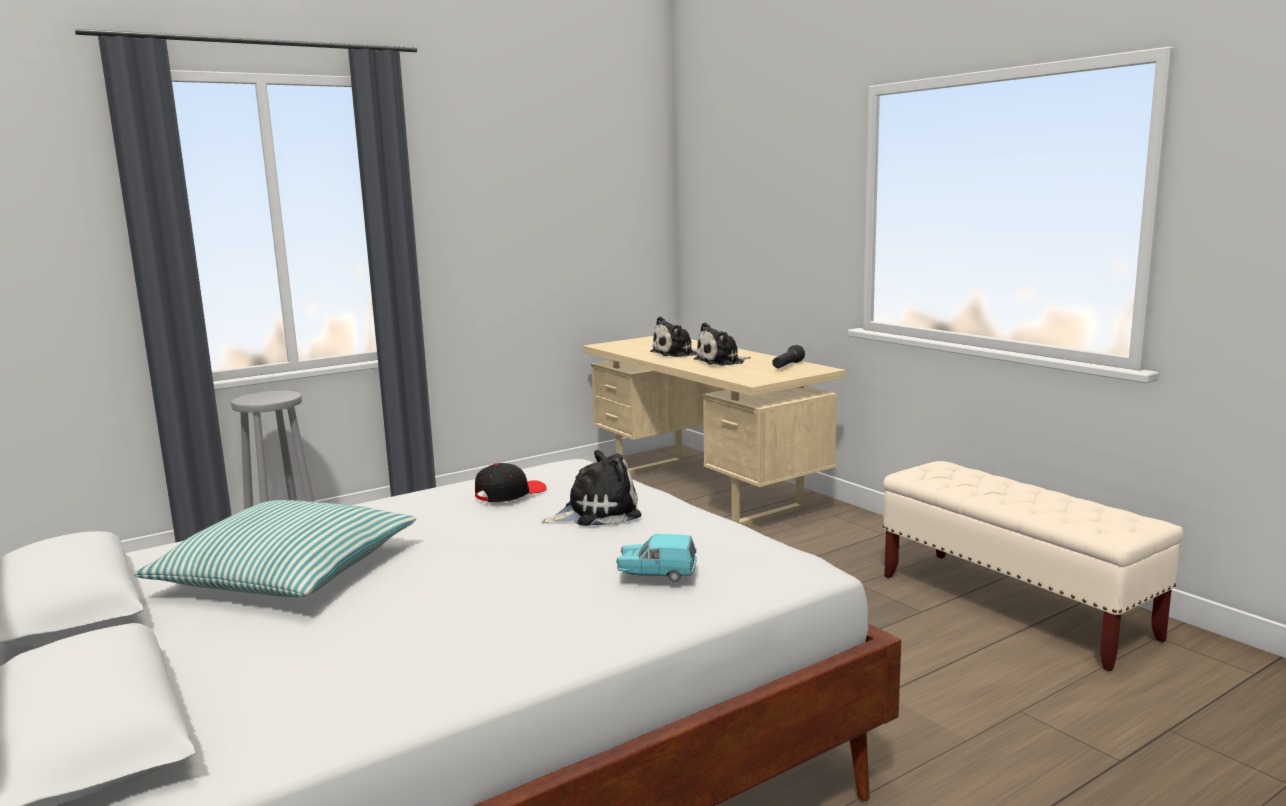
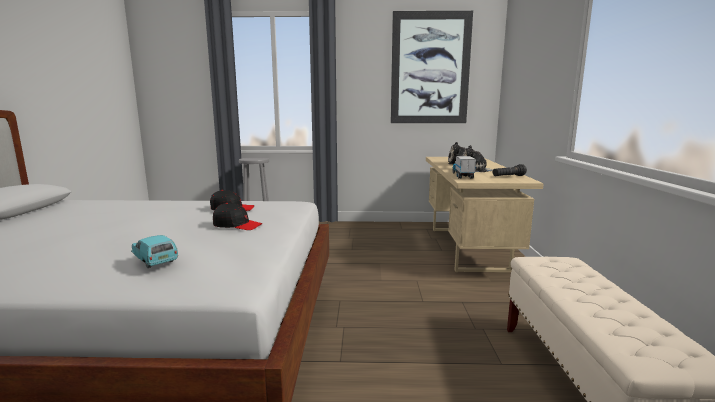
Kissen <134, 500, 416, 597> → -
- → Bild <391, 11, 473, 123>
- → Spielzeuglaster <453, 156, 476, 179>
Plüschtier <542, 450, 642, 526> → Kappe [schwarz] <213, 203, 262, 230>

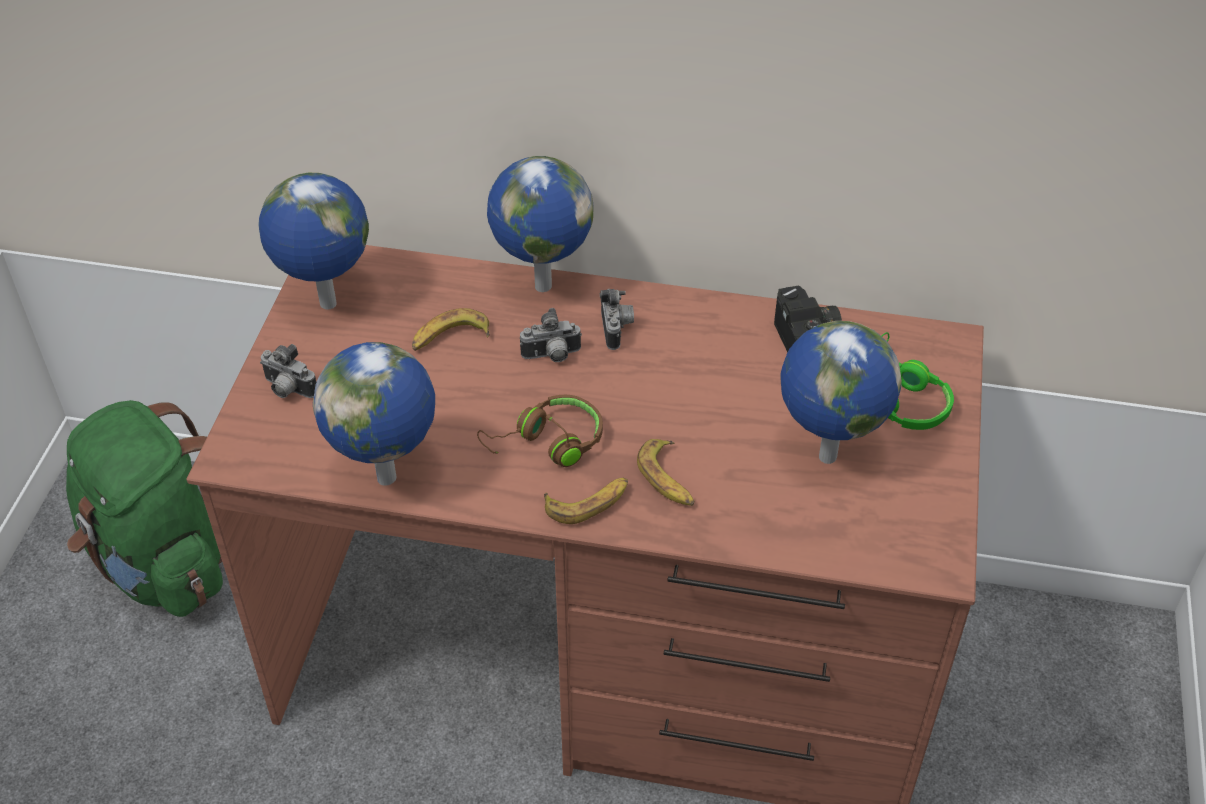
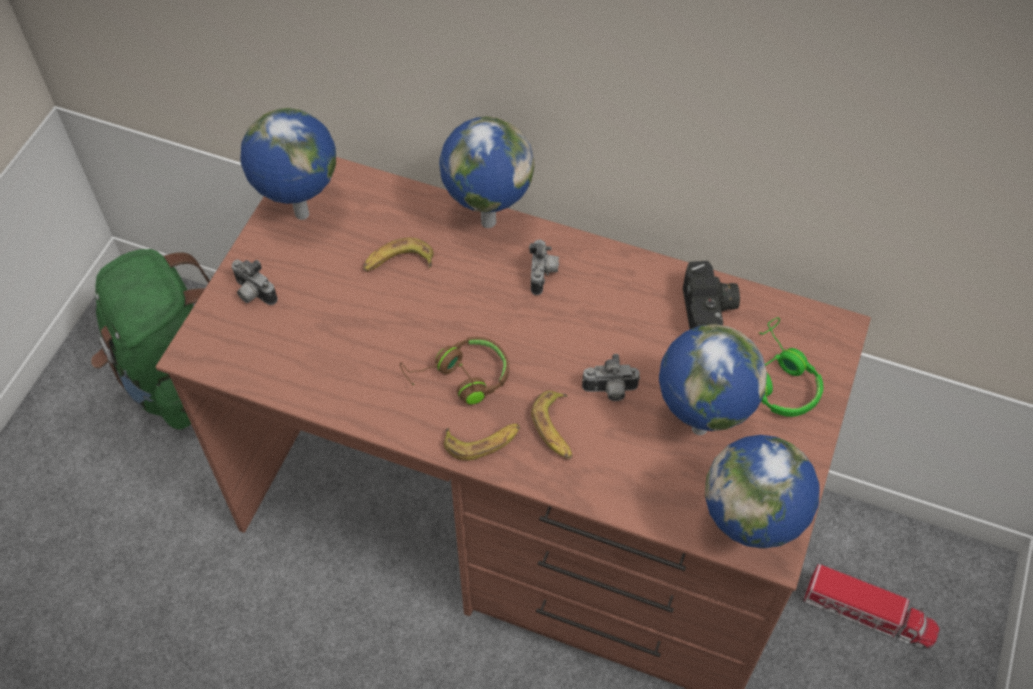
- → Spielzeuglaster <800, 564, 940, 649>
Globus <313, 342, 435, 486> → Globus <705, 435, 820, 549>, move
Kamera <520, 308, 582, 362> → Kamera <582, 354, 640, 401>, move

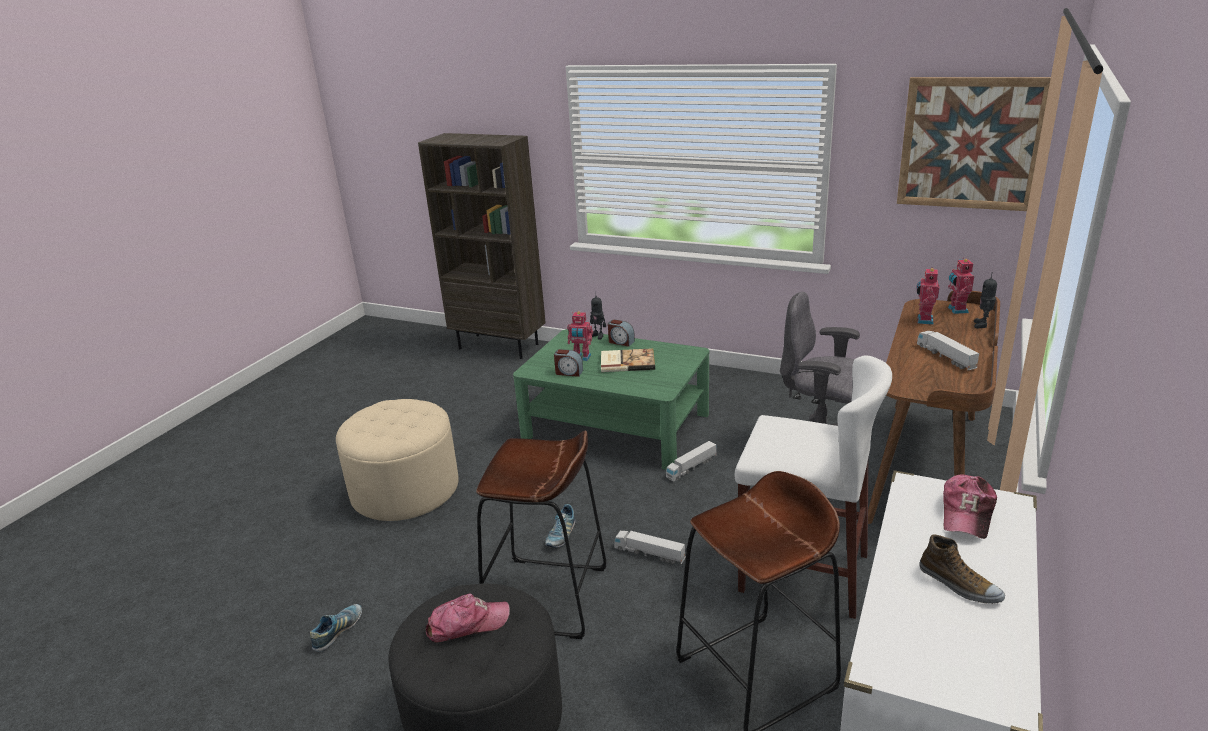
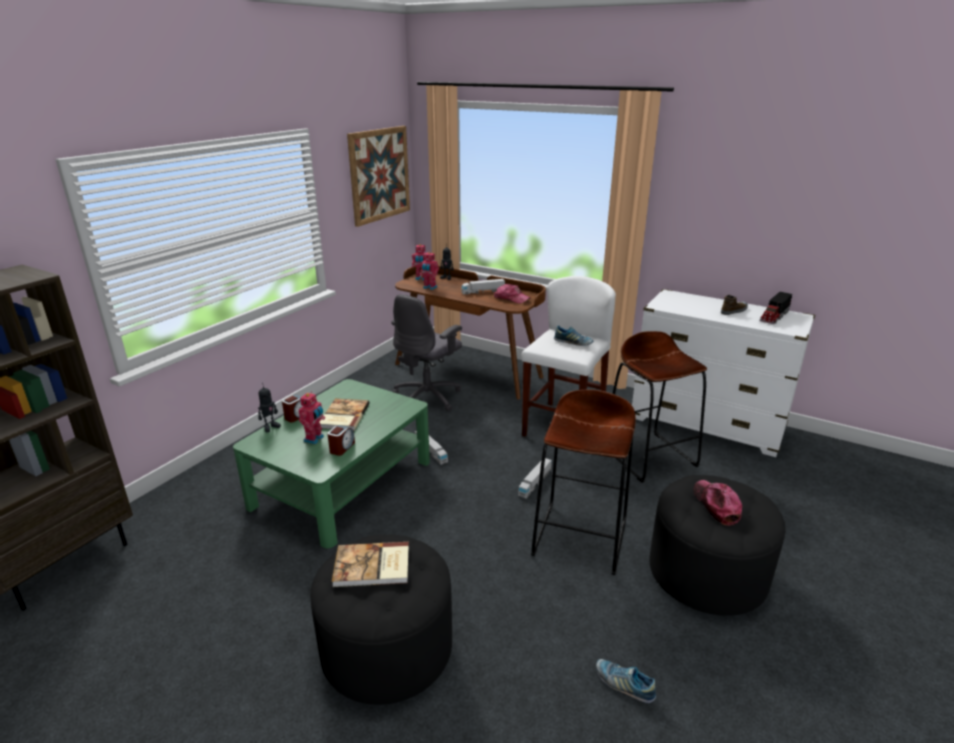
- → Buch <332, 542, 409, 587>
- → Spielzeuglaster <759, 292, 792, 324>
Schuh <545, 504, 576, 548> → Schuh <554, 325, 593, 346>, move
Kappe <943, 475, 997, 539> → Kappe <494, 284, 531, 304>, move
Polsterhocker [beige] <336, 399, 459, 521> → Polsterhocker [schwarz] <310, 534, 452, 705>

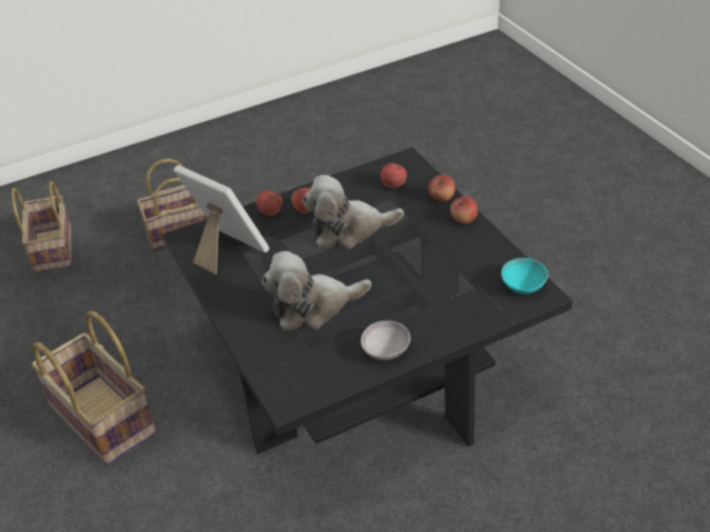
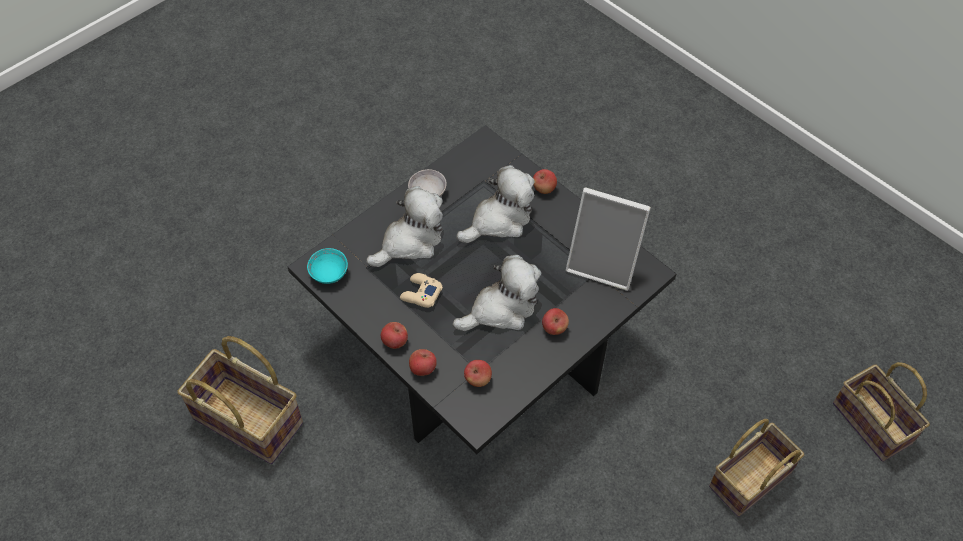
- → Plüschtier <366, 186, 443, 267>
- → Gamepad [beige] <400, 273, 443, 308>
Korb <32, 311, 156, 465> → Korb <177, 336, 303, 464>, move
Apfel <256, 190, 282, 216> → Apfel <533, 169, 557, 194>, move

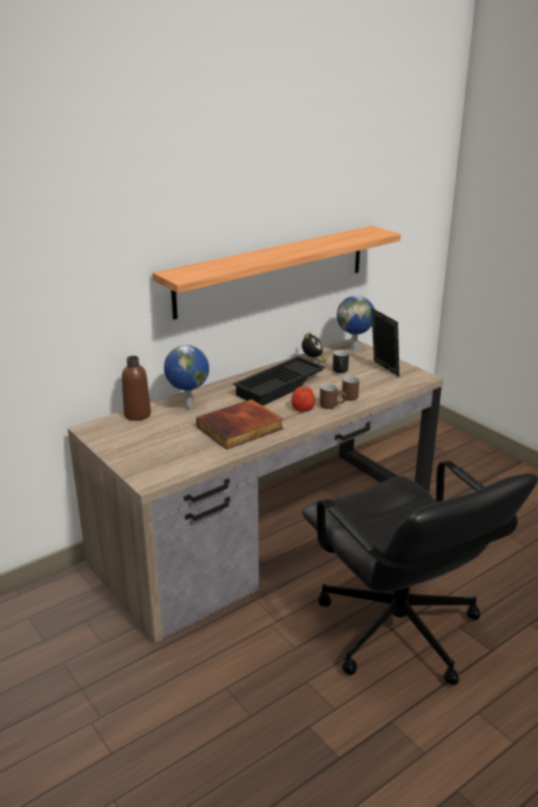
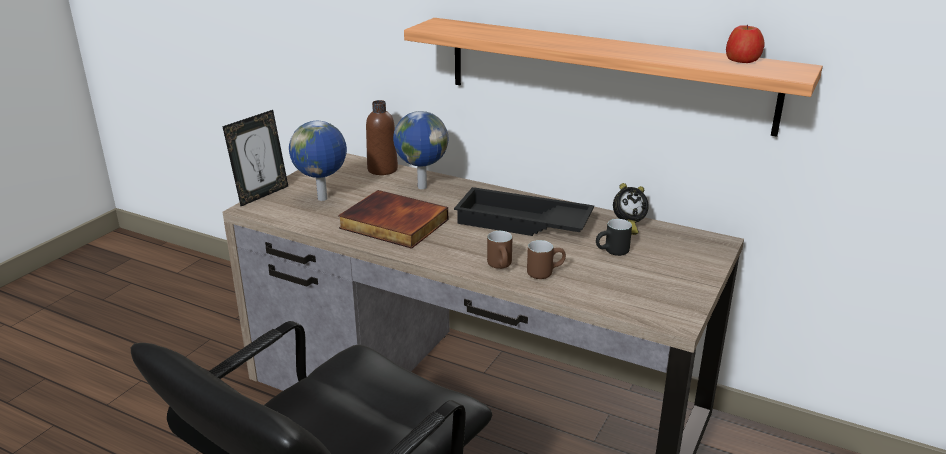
Apfel <291, 387, 315, 412> → Apfel <726, 25, 765, 63>, move
Globus <337, 296, 374, 351> → Globus <289, 121, 347, 201>, move
Bilderrahmen <372, 308, 399, 377> → Bilderrahmen <222, 110, 288, 206>, move

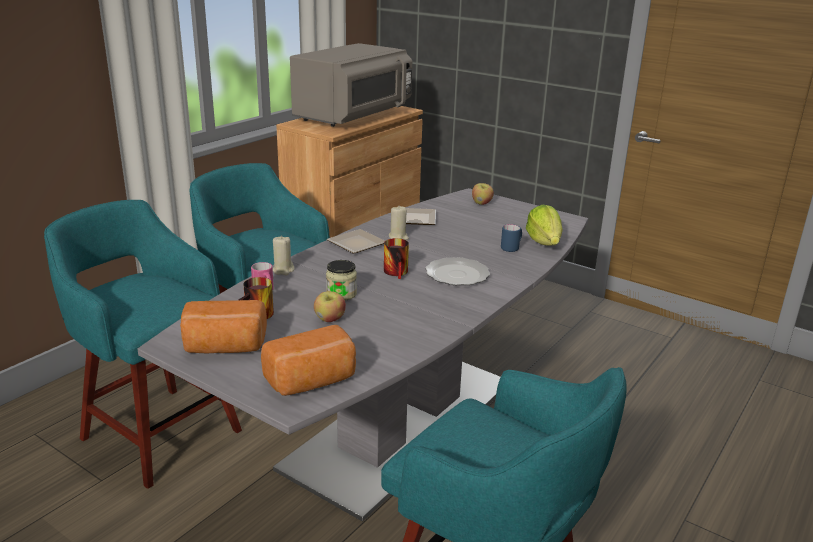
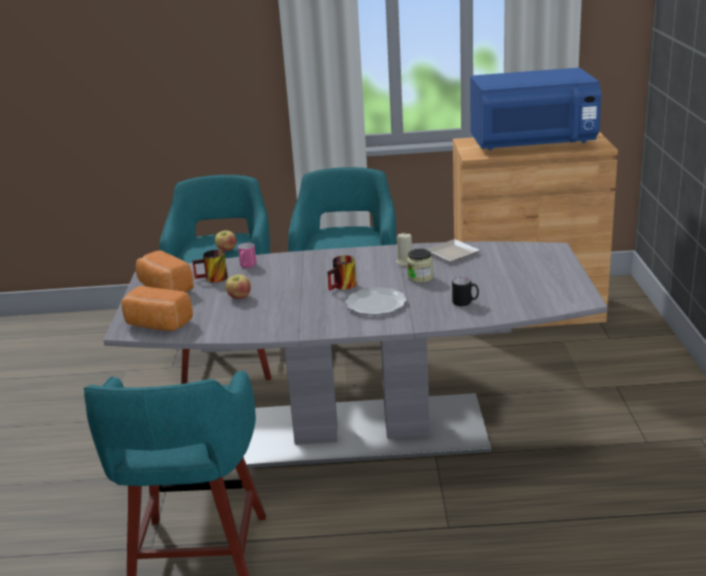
Kerze [beige] <273, 235, 295, 275> → -
Teller <327, 229, 385, 254> → -
Salatkopf <526, 205, 563, 245> → -
Vorratsglas <326, 260, 357, 300> → Vorratsglas <407, 249, 433, 283>, move
Apfel <472, 183, 494, 205> → Apfel <215, 230, 237, 251>, move
Mikrowelle [grau] <290, 43, 412, 127> → Mikrowelle [blau] <470, 68, 601, 150>
Henkelbecher [blau] <501, 224, 522, 252> → Henkelbecher [schwarz] <452, 277, 479, 306>

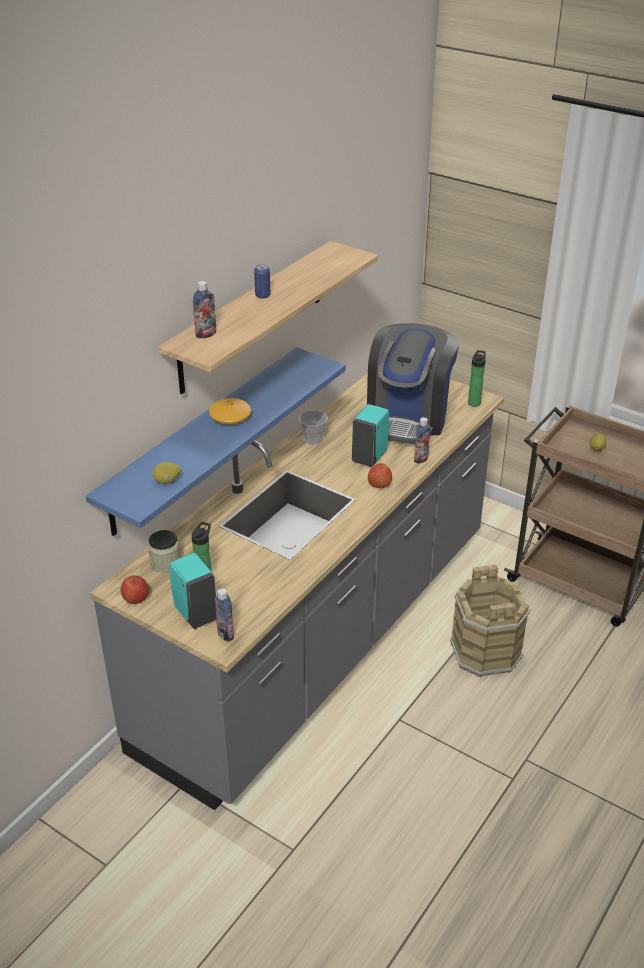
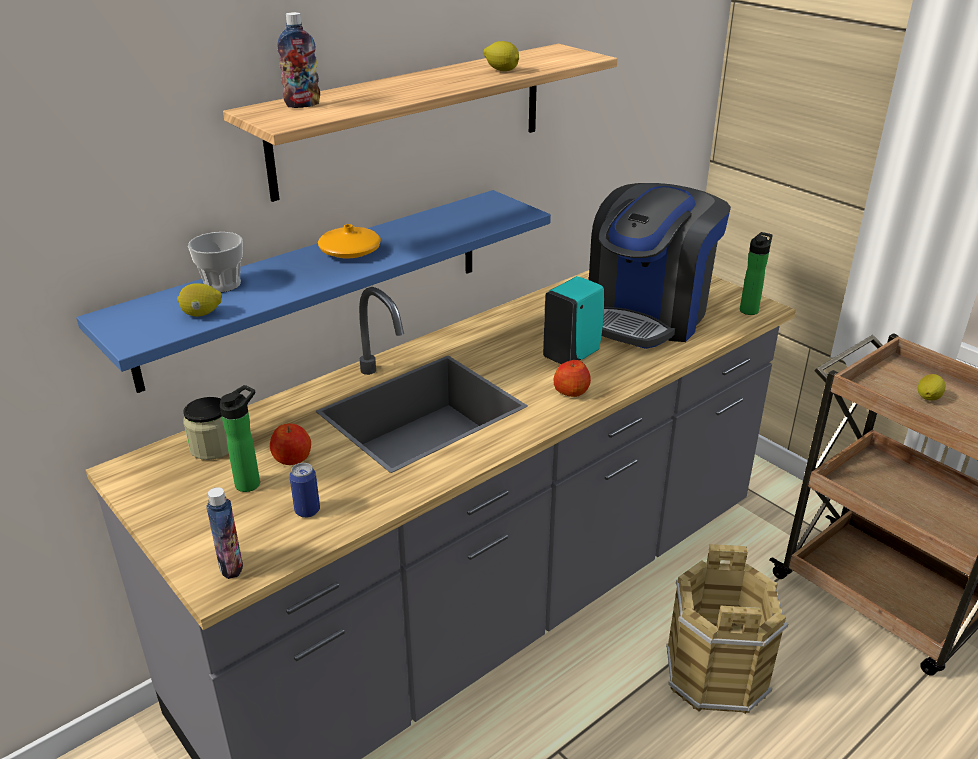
Seifenspender [türkis] <170, 553, 216, 629> → -
Flasche <414, 417, 430, 464> → -
- → Zitrone <484, 41, 519, 71>
Apfel <121, 575, 149, 604> → Apfel <270, 423, 311, 465>, move
Dose <254, 264, 270, 299> → Dose <289, 463, 320, 518>, move
Tasse <299, 410, 328, 445> → Tasse <188, 232, 243, 292>, move

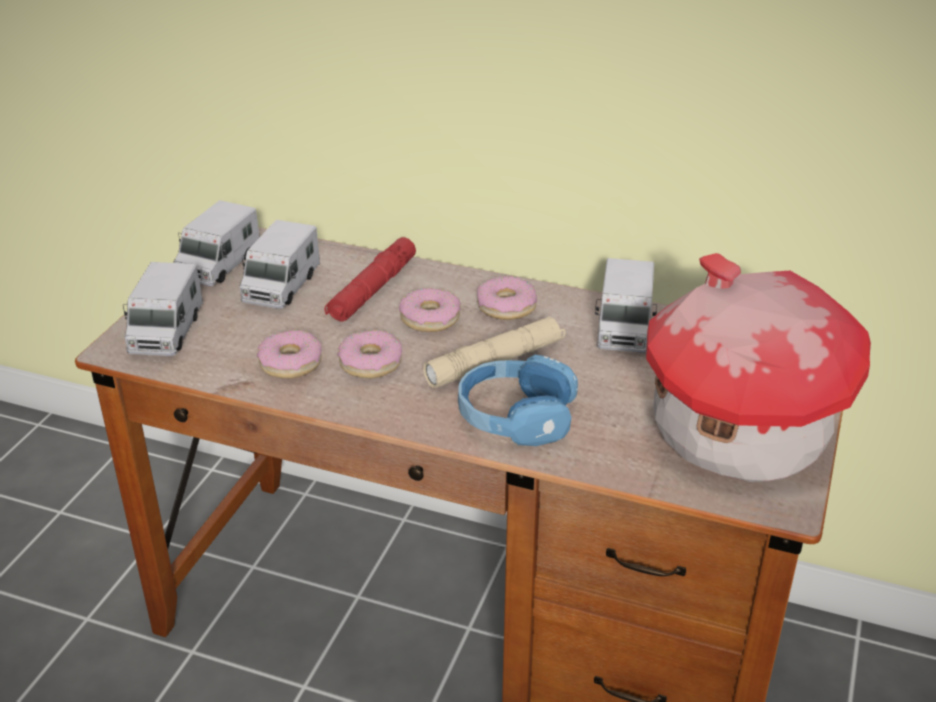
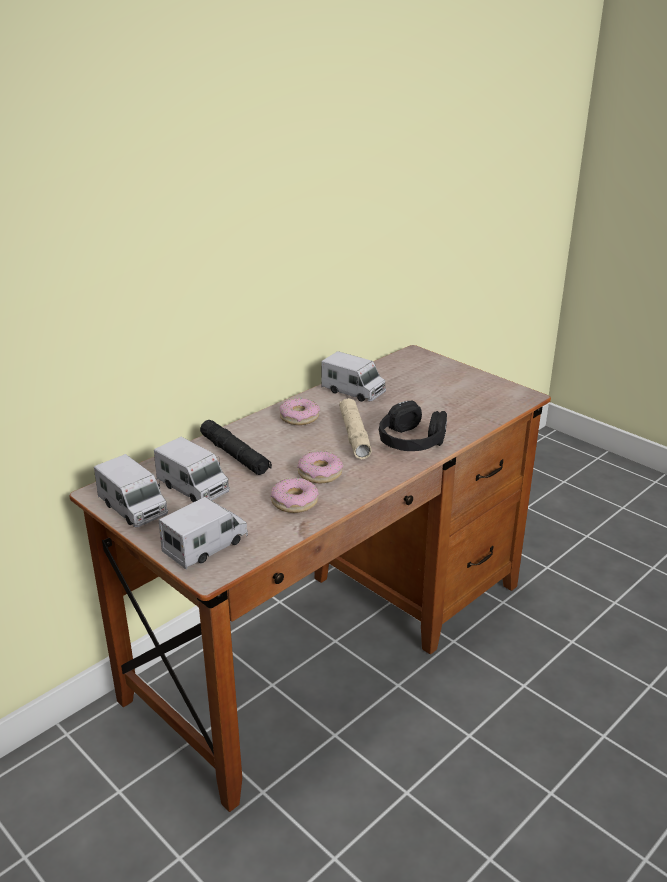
Donut <399, 288, 461, 332> → -
Spielzeughaus <646, 253, 871, 482> → -
Taschenlampe [rot] <324, 237, 416, 322> → Taschenlampe [schwarz] <200, 420, 272, 475>
Kopfhörer [blau] <458, 355, 578, 446> → Kopfhörer [schwarz] <379, 401, 447, 451>
Spielzeuglaster <123, 262, 203, 356> → Spielzeuglaster <158, 497, 248, 569>, 75 degrees counterclockwise

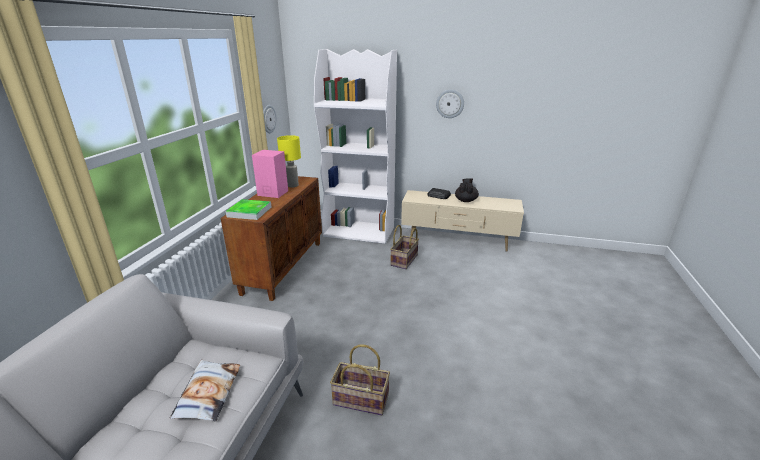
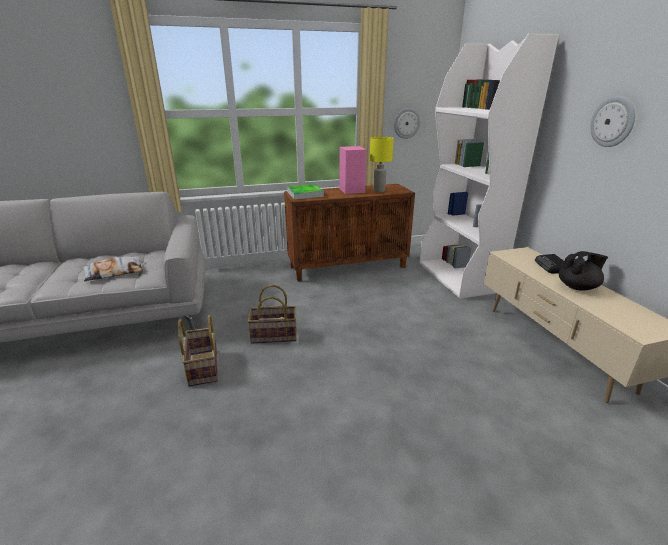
Korb <390, 225, 419, 269> → Korb <247, 285, 296, 344>, move

